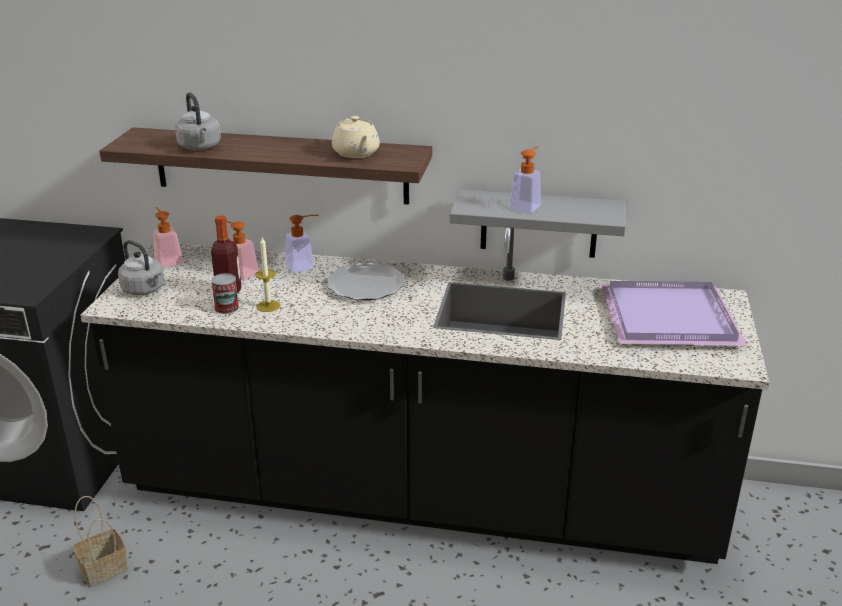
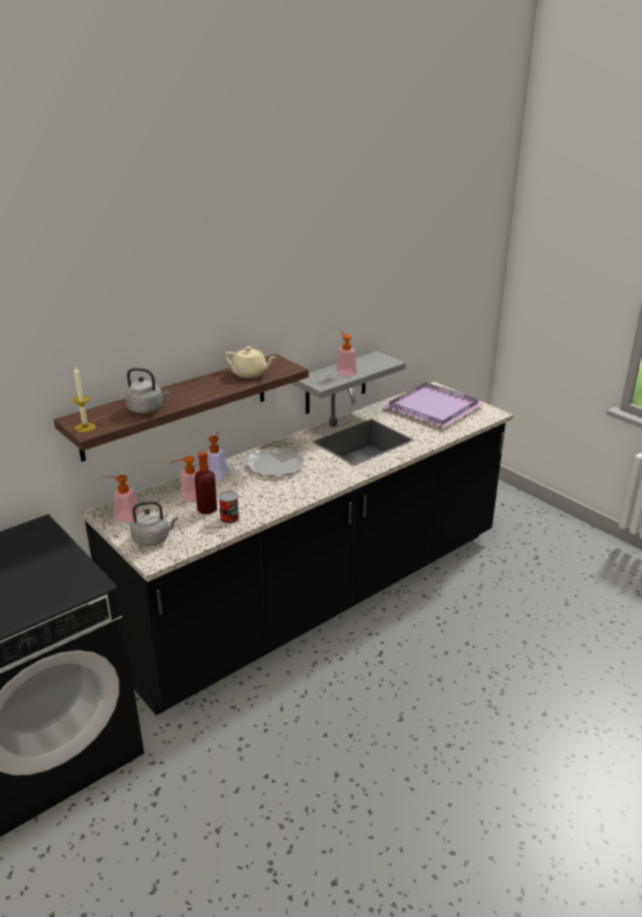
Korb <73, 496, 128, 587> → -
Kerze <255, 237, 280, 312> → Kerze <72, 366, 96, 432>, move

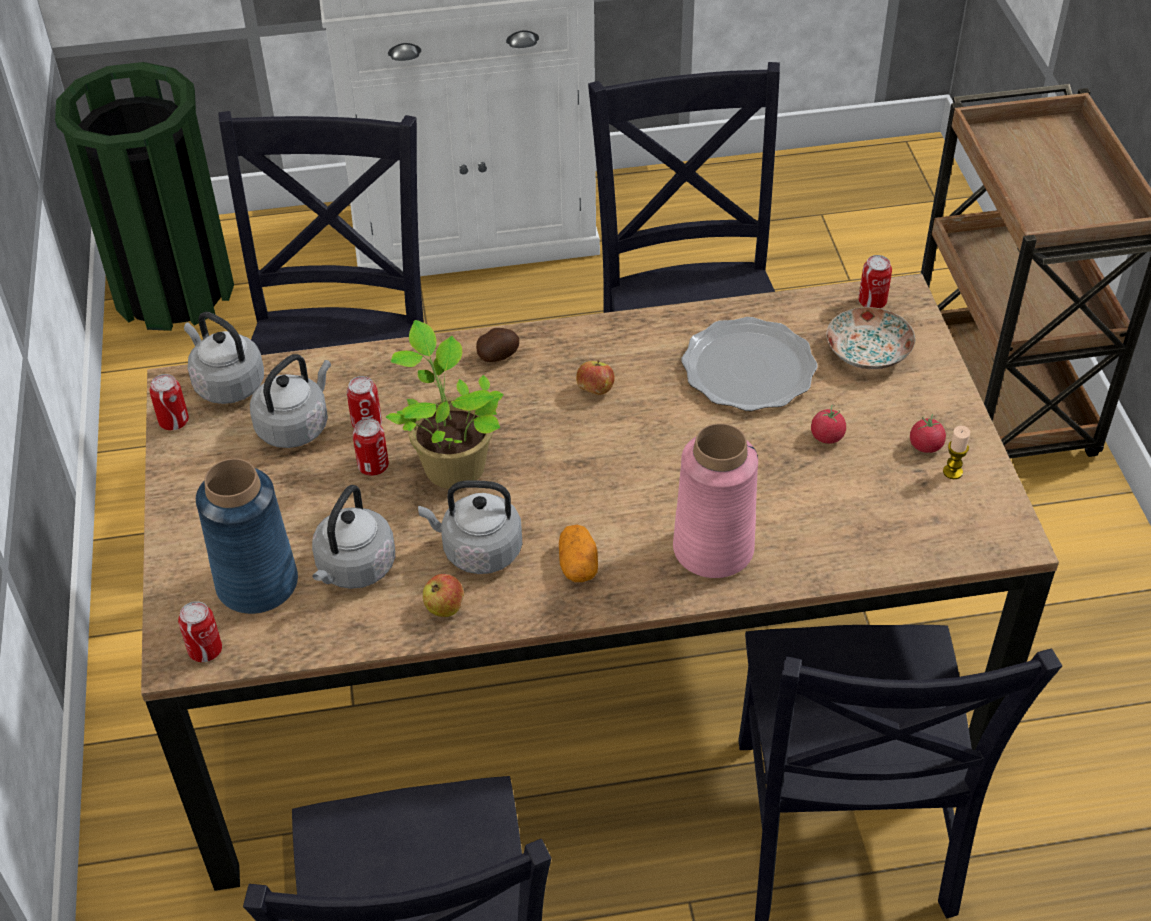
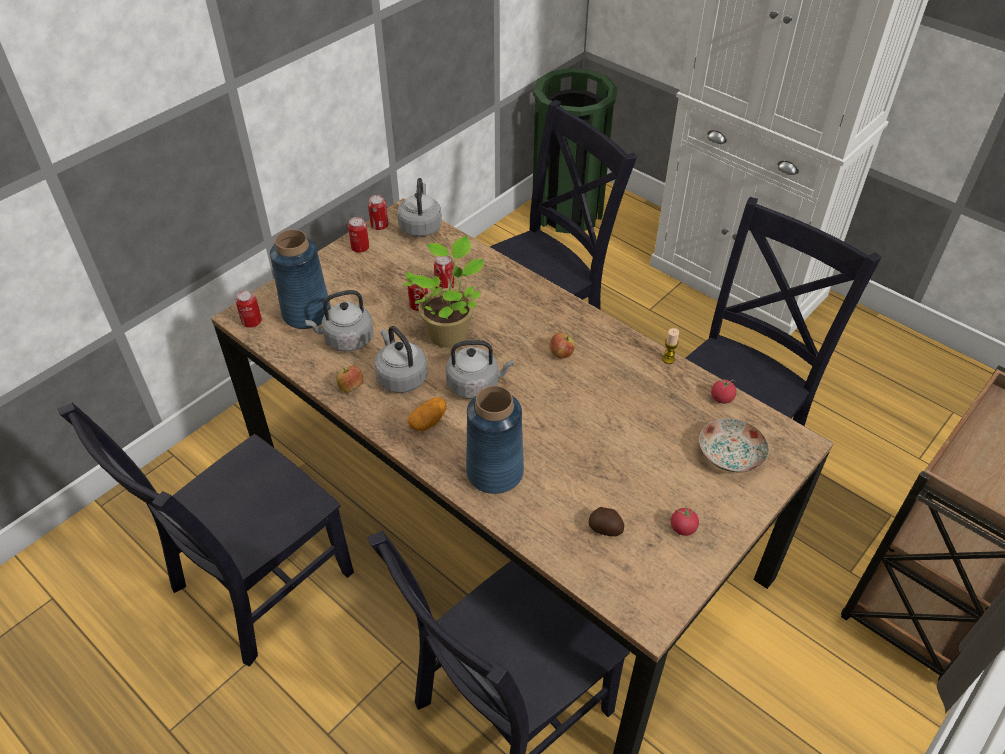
Teller <681, 317, 818, 411> → -
Wasserkessel [grau] <250, 354, 331, 448> → Wasserkessel [grau] <446, 340, 514, 399>, move
Kartoffel <476, 328, 519, 362> → Kartoffel <589, 507, 624, 536>, move
Tomate <811, 404, 846, 444> → Tomate <711, 379, 736, 404>, move
Dose <859, 255, 892, 308> → Dose <348, 217, 369, 253>, move
Kerze <943, 426, 970, 479> → Kerze <662, 328, 679, 364>, move
Vase [rosa] <673, 423, 758, 578> → Vase [blau] <466, 386, 524, 494>

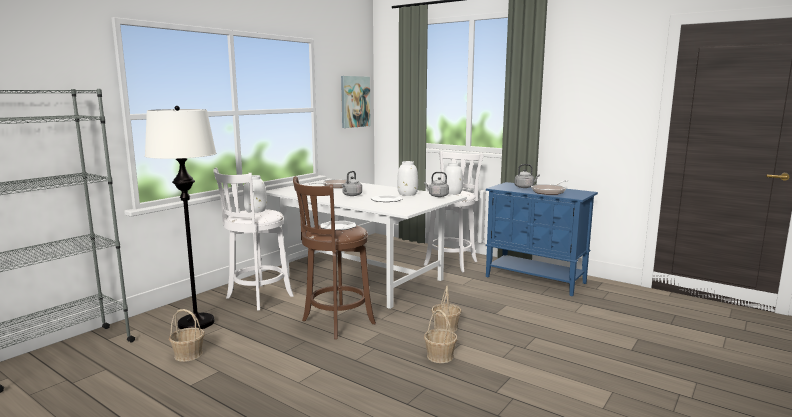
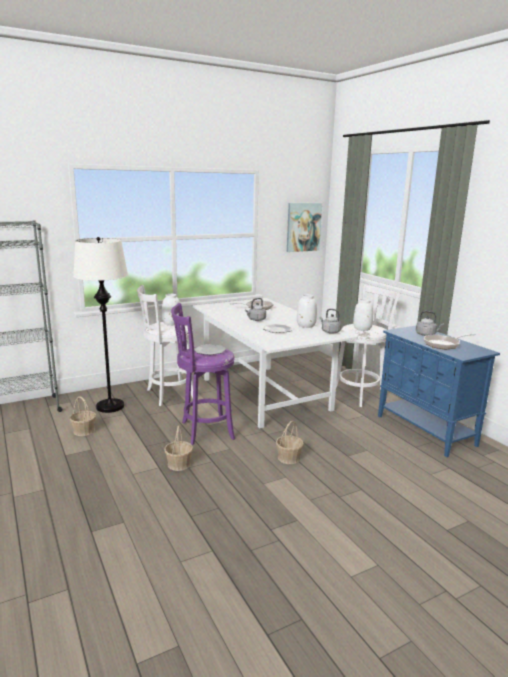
Korb <424, 310, 457, 363> → Korb <164, 425, 193, 471>, move
Hocker [braun] <293, 176, 376, 339> → Hocker [lila] <171, 303, 235, 446>

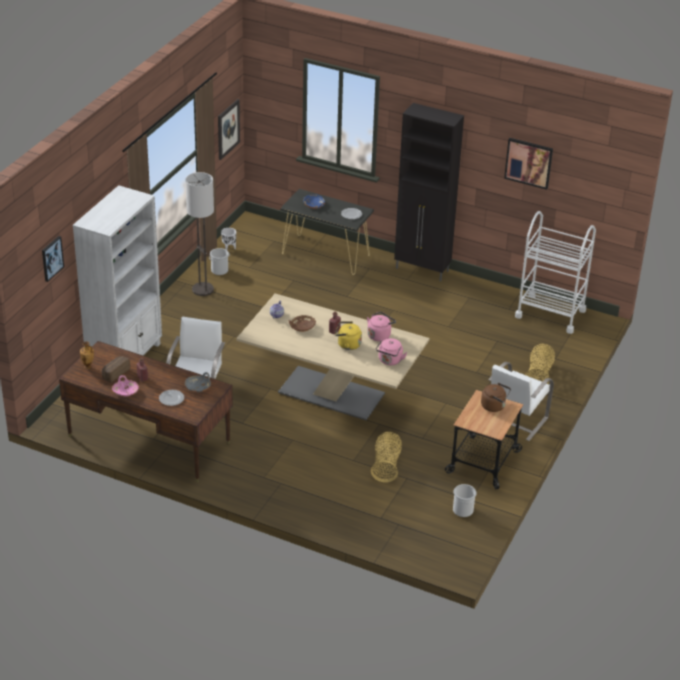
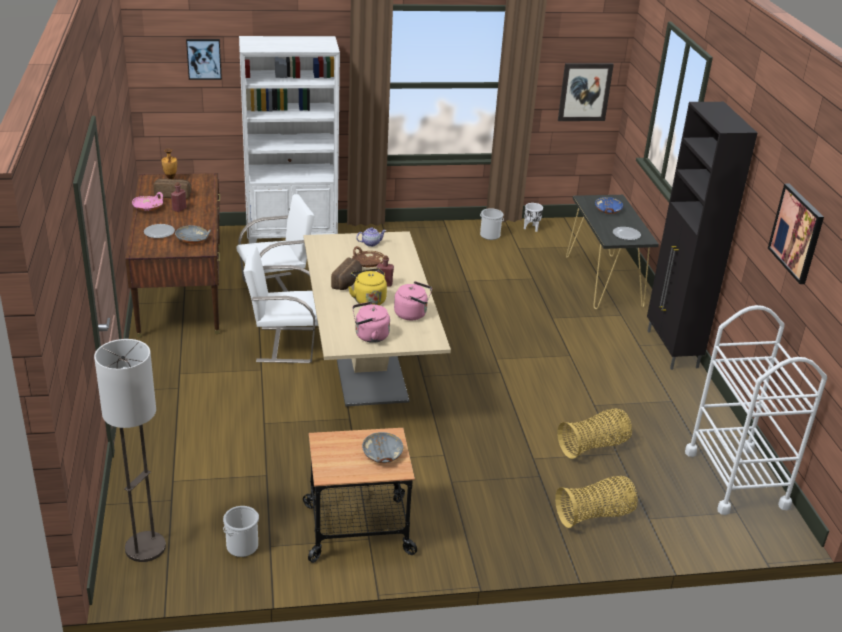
- → Brot <331, 258, 362, 290>
Stehlampe <185, 172, 214, 296> → Stehlampe <94, 339, 166, 562>, move
Korb <371, 432, 402, 482> → Korb <557, 408, 632, 459>, move
Stuhl [weiß] <489, 362, 554, 441> → Stuhl [weiß] <243, 245, 318, 363>, move
Wasserkessel [braun] <481, 383, 511, 412> → Schüssel [grau] <362, 432, 403, 463>

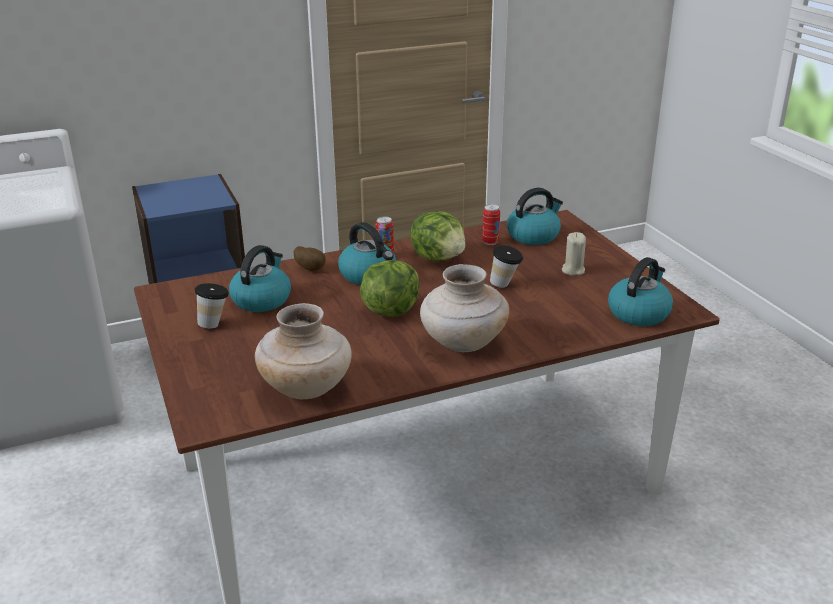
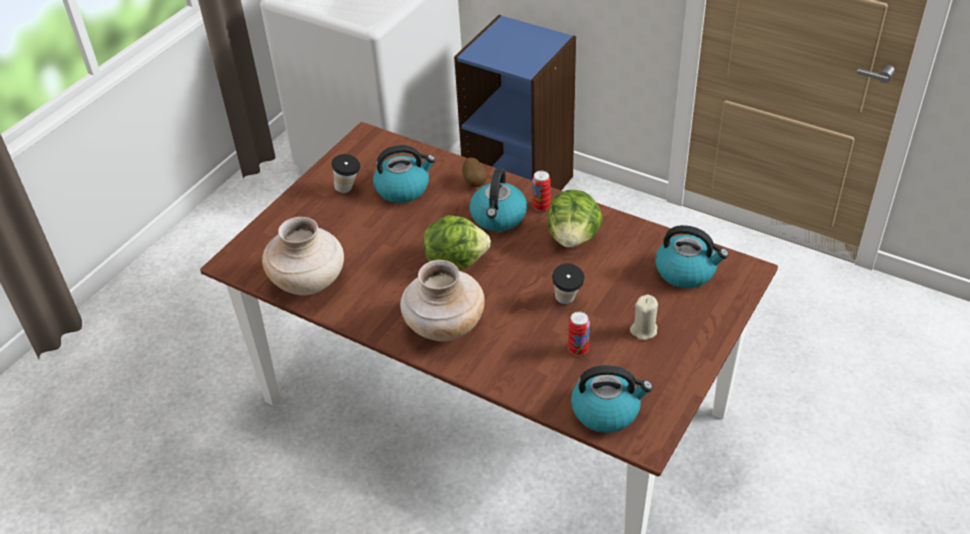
Dose <482, 204, 500, 245> → Dose <568, 311, 590, 355>, move

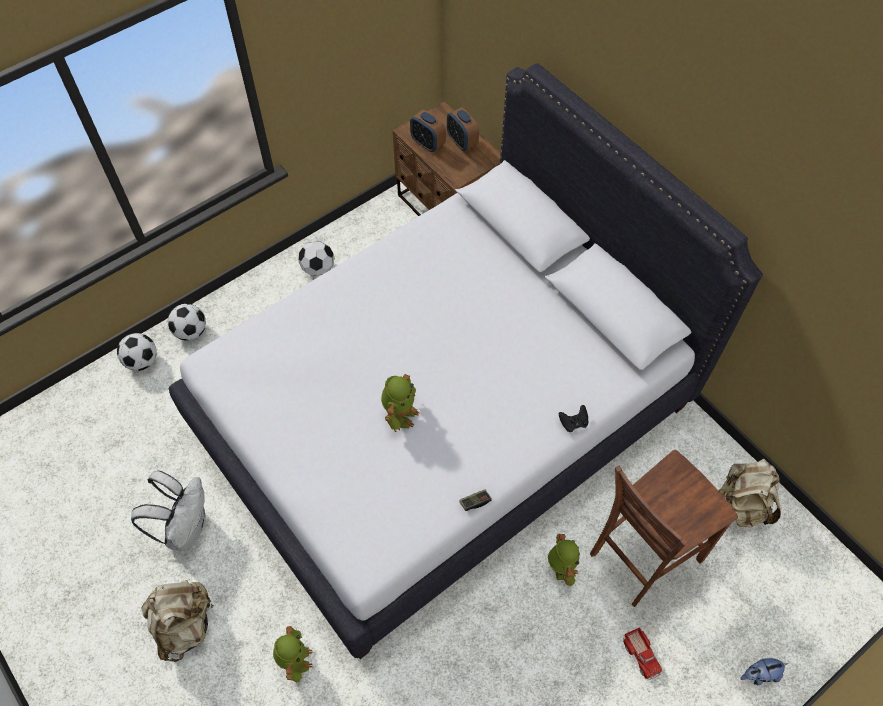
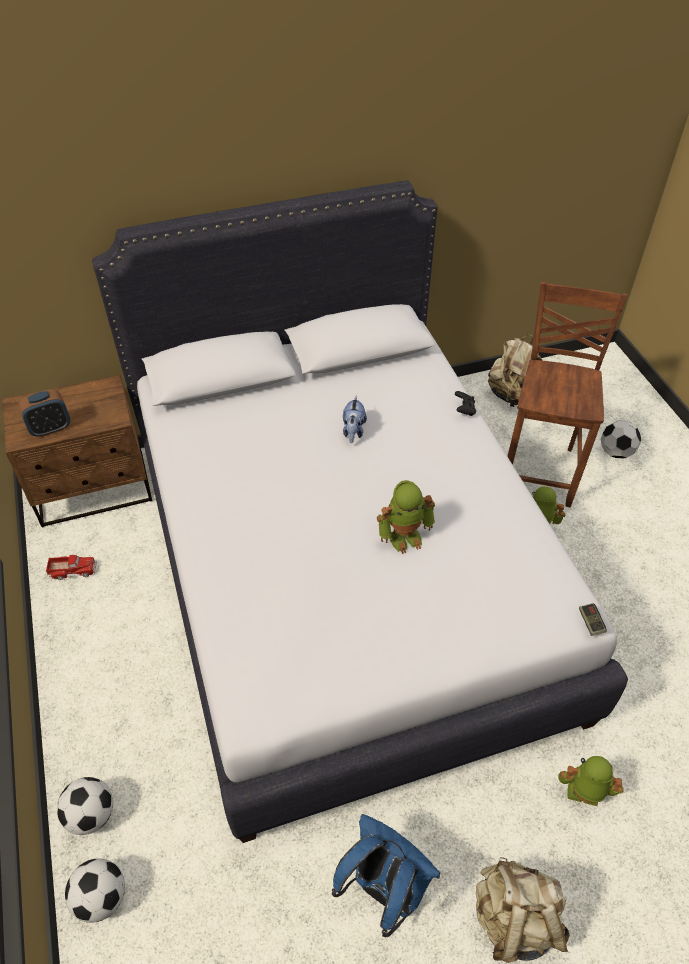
Wecker <447, 107, 479, 151> → -
Fußball <298, 241, 334, 276> → Fußball <601, 421, 642, 459>, move
Gamepad <459, 489, 491, 511> → Gamepad <579, 603, 607, 636>, move
Spielzeuglaster <623, 627, 662, 681> → Spielzeuglaster <46, 555, 97, 580>, move
Plüschtier <740, 658, 788, 685> → Plüschtier <343, 396, 367, 443>, move
Rucksack [weiß] <131, 470, 206, 551> → Rucksack [blau] <332, 814, 440, 938>
Spielzeugroboter <381, 374, 419, 432> → Spielzeugroboter <377, 480, 435, 554>, 120 degrees clockwise
Stuhl [braun] <590, 450, 738, 607> → Stuhl [braun] <507, 282, 628, 507>, 150 degrees counterclockwise

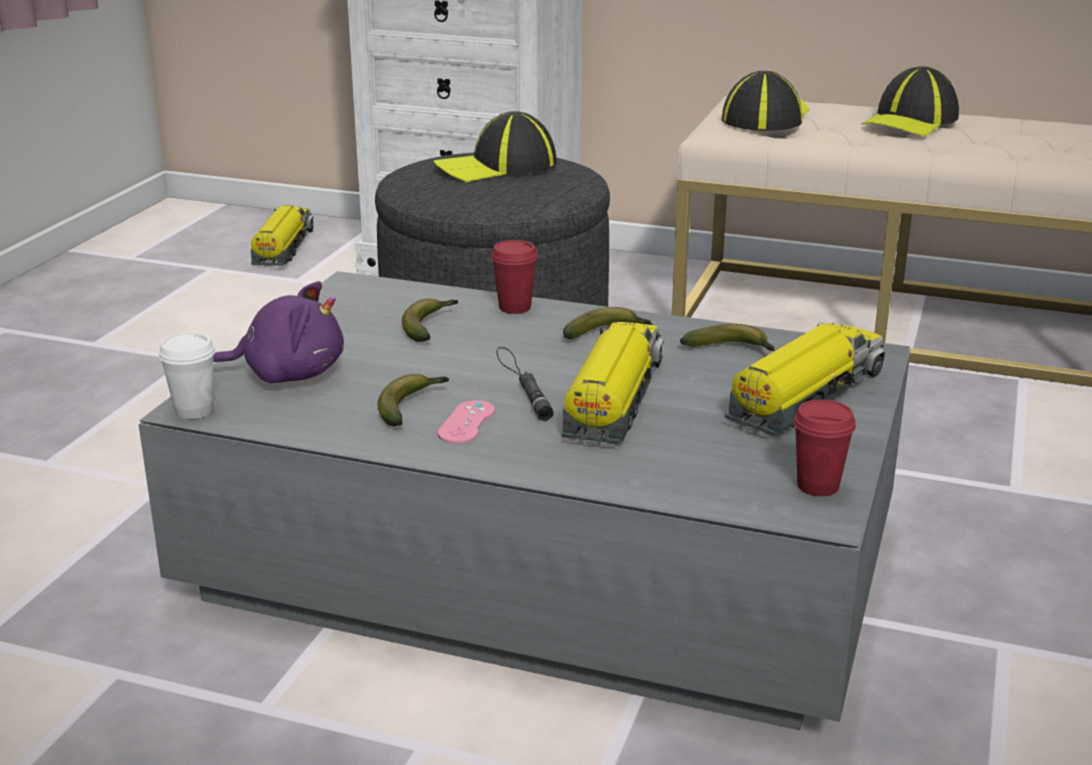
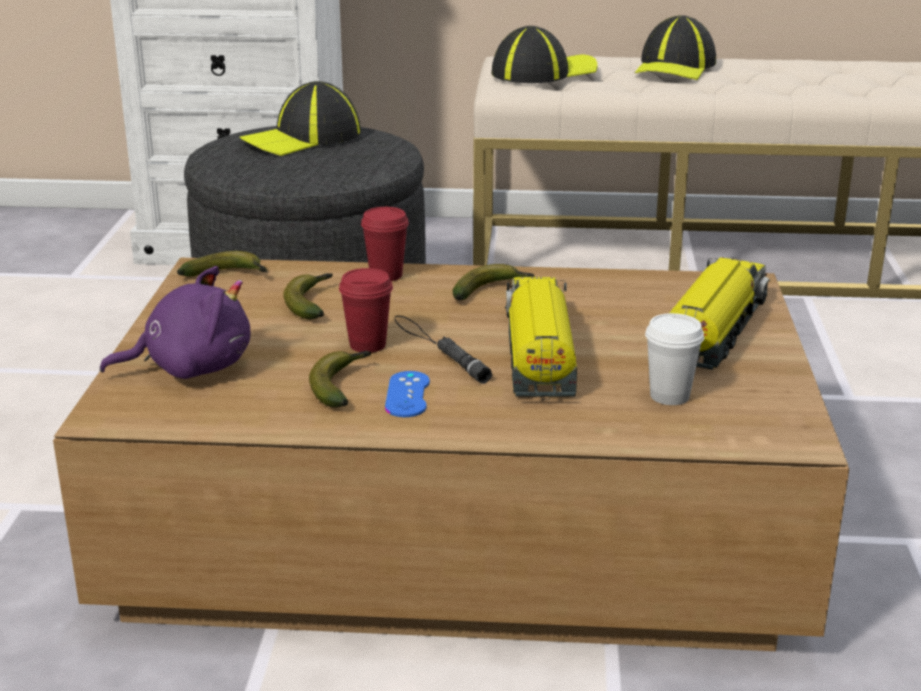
Spielzeuglaster <251, 205, 314, 266> → -
Tasse [weiß] <159, 332, 216, 419> → Tasse [weiß] <645, 313, 704, 405>, move
Banane <680, 324, 775, 351> → Banane <177, 251, 267, 277>, move
Tasse [rot] <793, 399, 856, 496> → Tasse [rot] <339, 268, 393, 353>, move
Couchtisch [grau] <138, 271, 911, 730> → Couchtisch [braun] <53, 257, 849, 651>
Gamepad [rosa] <438, 400, 495, 444> → Gamepad [blau] <385, 371, 430, 417>
Kappe <722, 71, 809, 131> → Kappe <491, 26, 597, 83>, 45 degrees clockwise

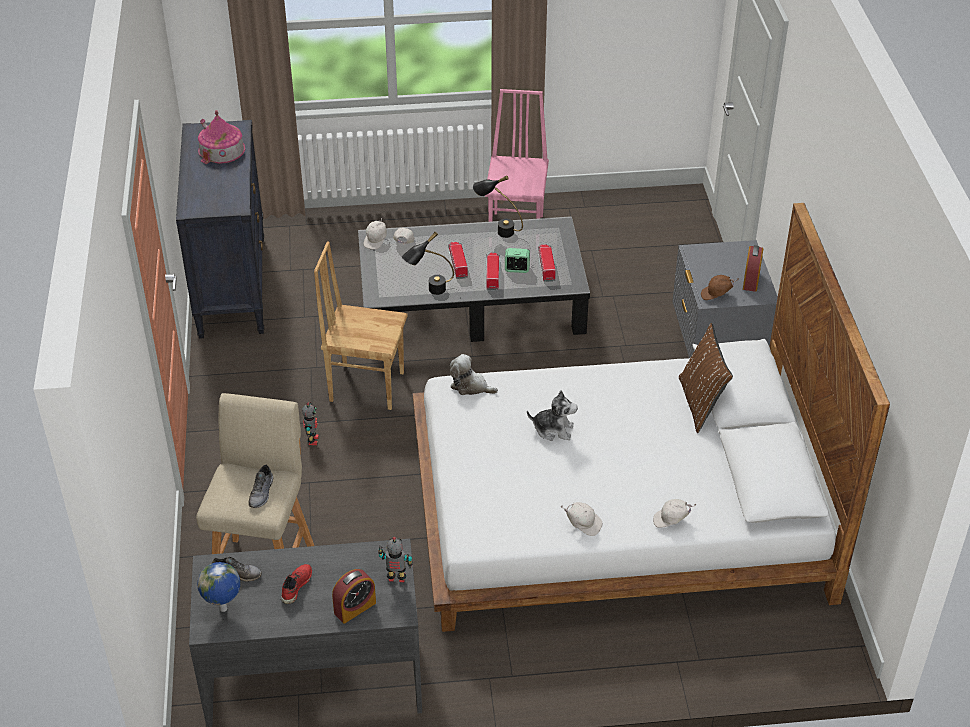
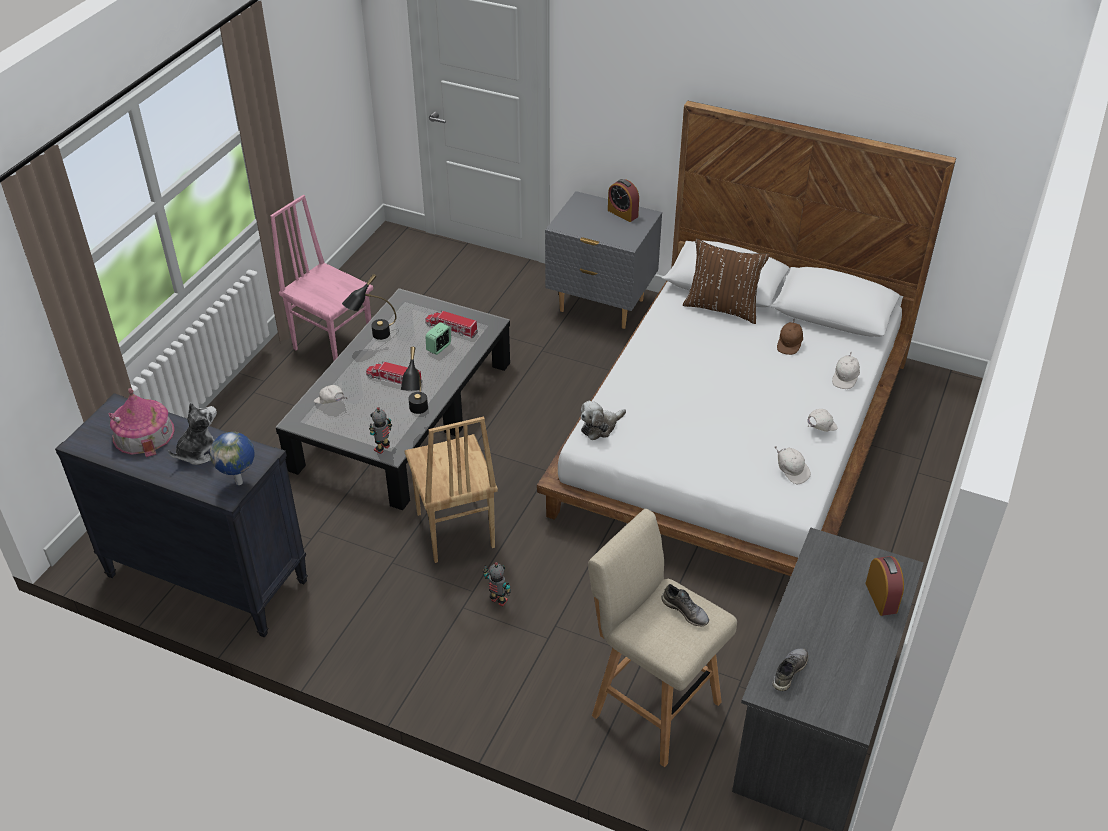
Schuh [rot] <281, 564, 312, 604> → -
Spielzeuglaster <486, 253, 500, 291> → -
Globus <197, 562, 240, 612> → Globus <210, 432, 255, 485>, move
Kappe [weiß] <364, 218, 387, 250> → Kappe [weiß] <774, 446, 811, 485>, move
Spielzeugroboter <378, 537, 413, 582> → Spielzeugroboter <369, 407, 392, 454>, move
Plüschtier <527, 390, 578, 441> → Plüschtier <168, 402, 217, 465>, move
Kappe [braun] <701, 275, 739, 300> → Kappe [braun] <777, 319, 803, 355>, move
Stuhl [braun] <314, 242, 407, 410> → Stuhl [braun] <405, 417, 498, 563>, 60 degrees counterclockwise

